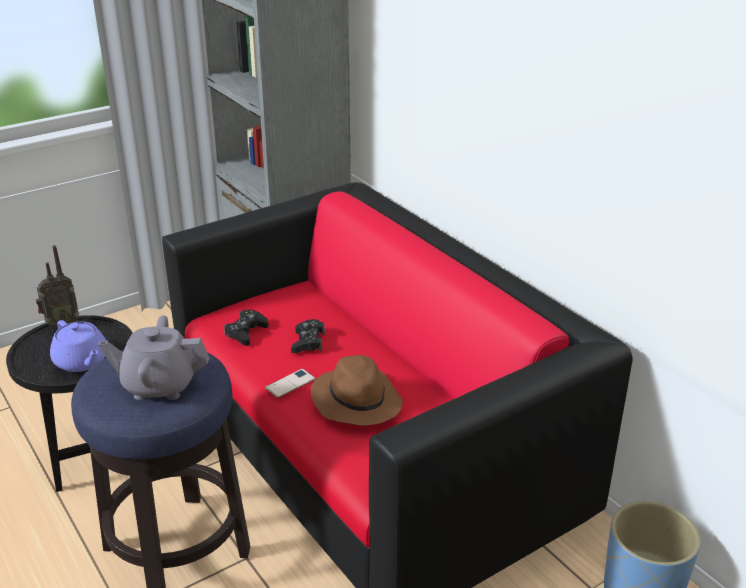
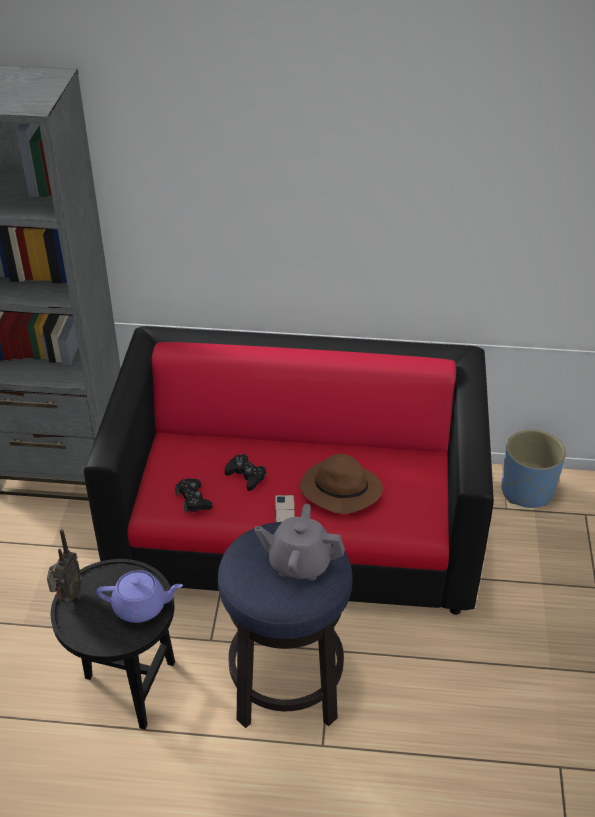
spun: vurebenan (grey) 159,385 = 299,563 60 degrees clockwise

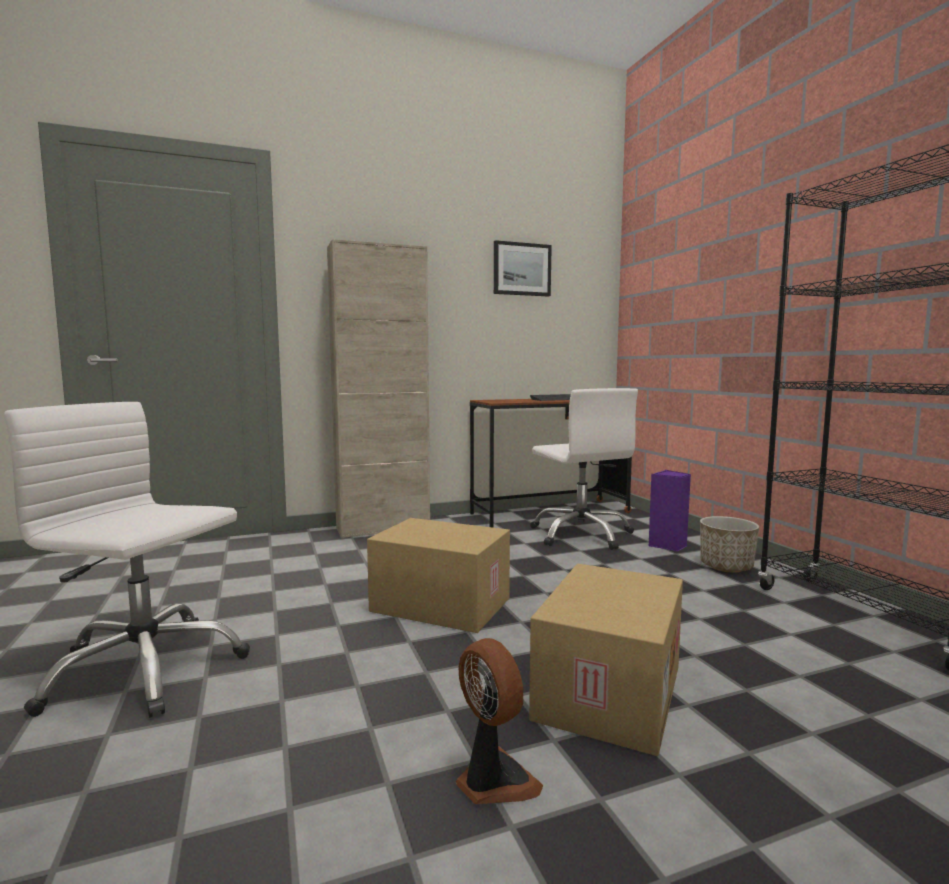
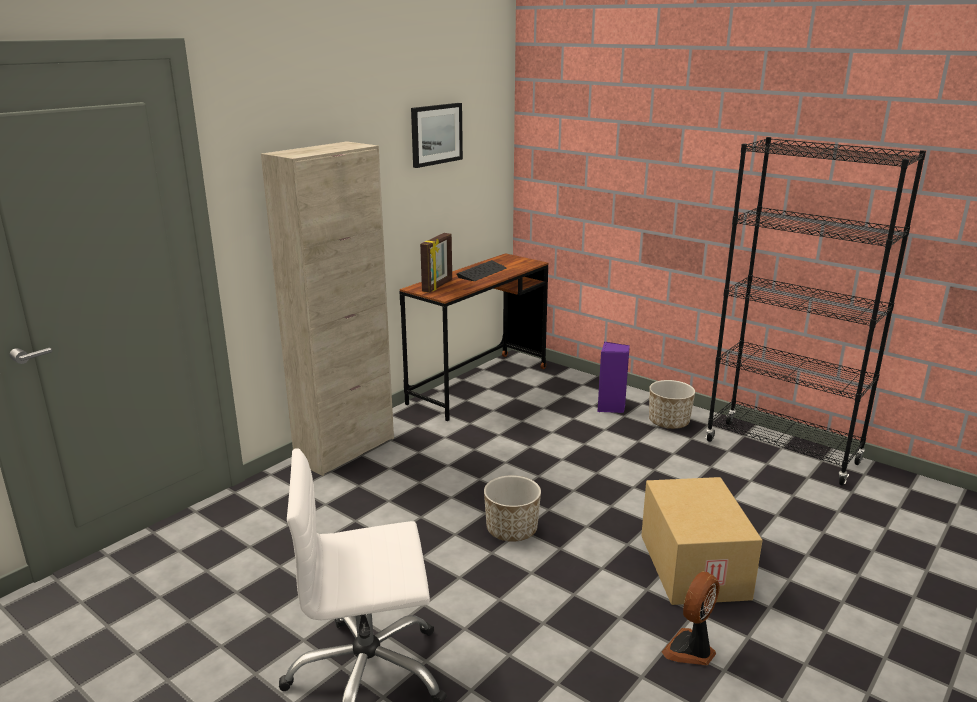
missing: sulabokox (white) 581,534
appeared: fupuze 438,286
exchanged: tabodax 439,605 to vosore 511,530
spun: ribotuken 493,781 = 691,650 75 degrees counterclockwise

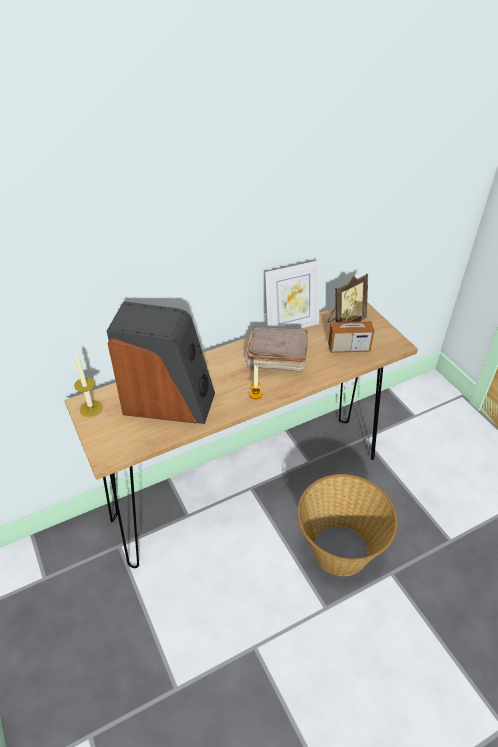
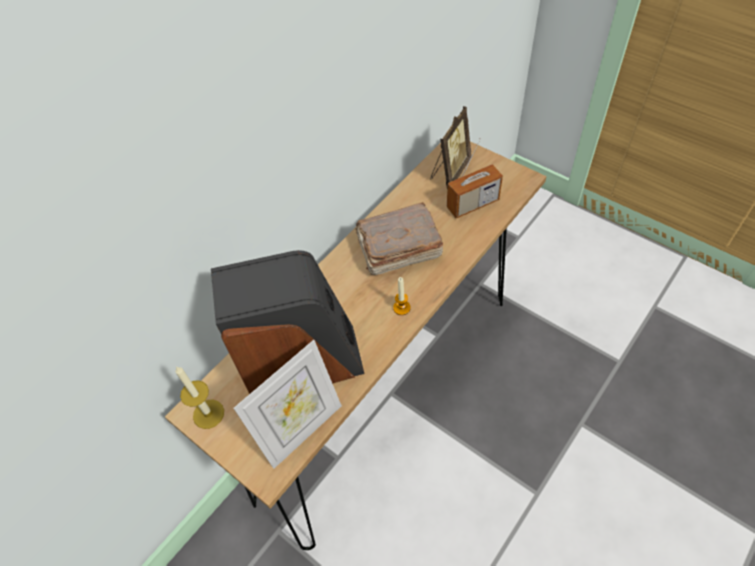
missing: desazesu 339,550
relocated: fupuze 291,326 to 302,430

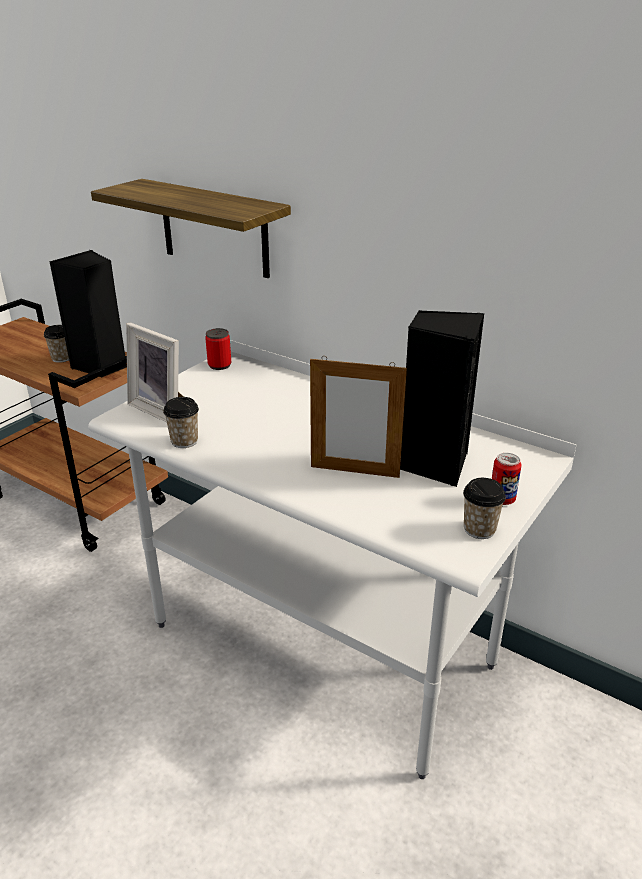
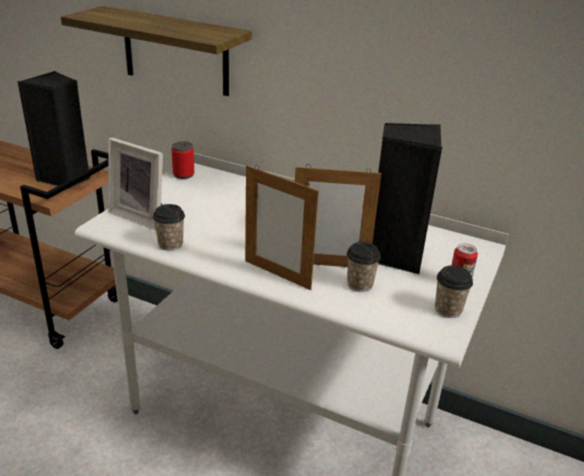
appeared: fupuze 277,274
relocated: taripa 61,358 to 360,284

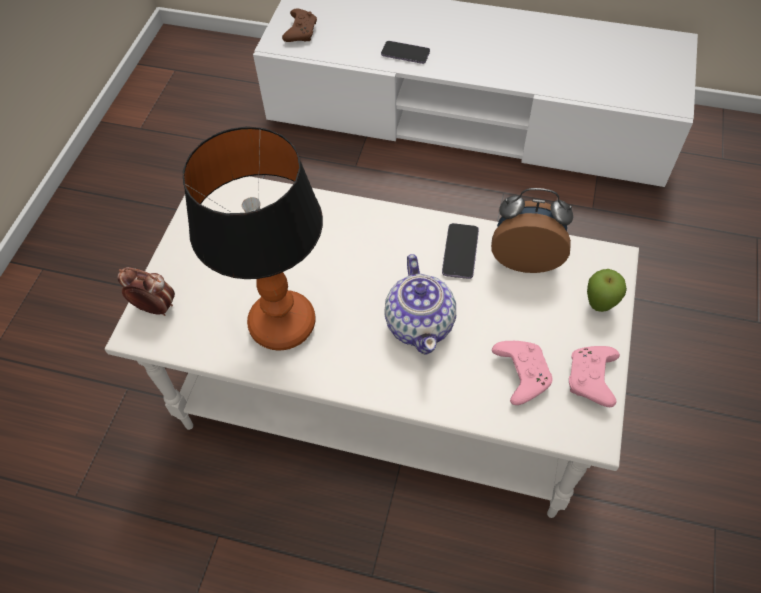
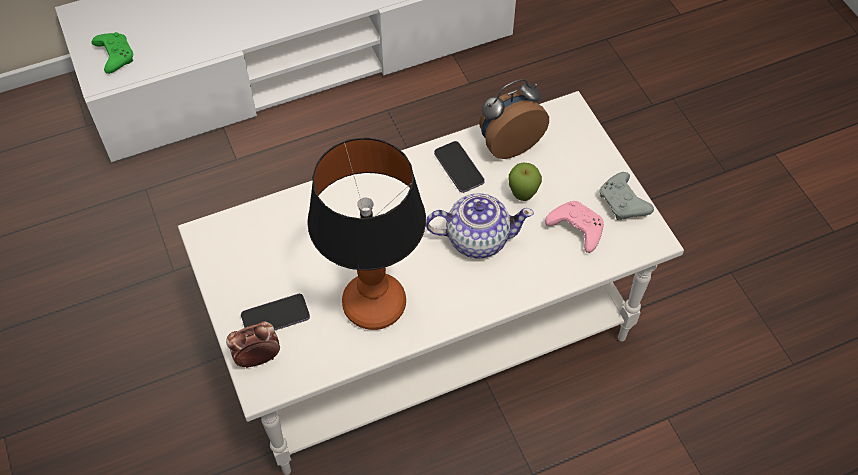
relocated: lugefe 405,53 to 275,317; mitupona 599,305 to 522,196
colour: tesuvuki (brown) 301,32 to tesuvuki (green) 115,56; tesuvuki (pink) 591,380 to tesuvuki (grey) 623,204
spun: vurebenan 420,323 = 476,238 45 degrees counterclockwise

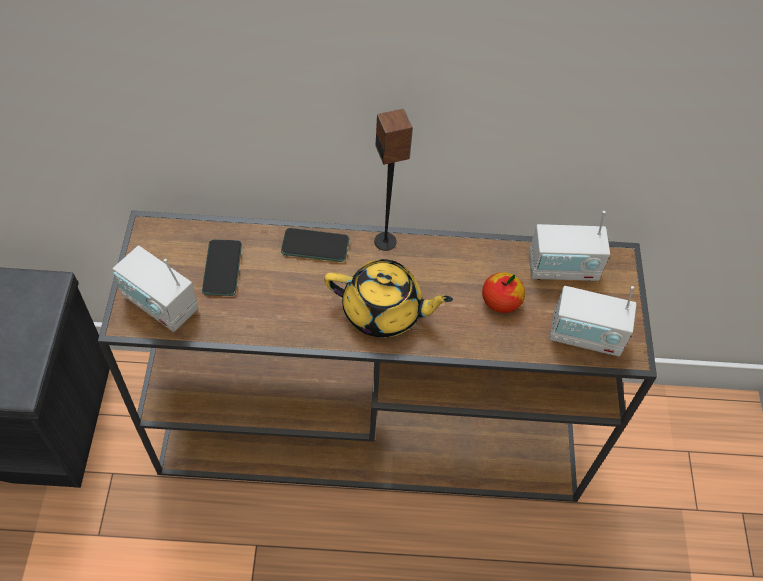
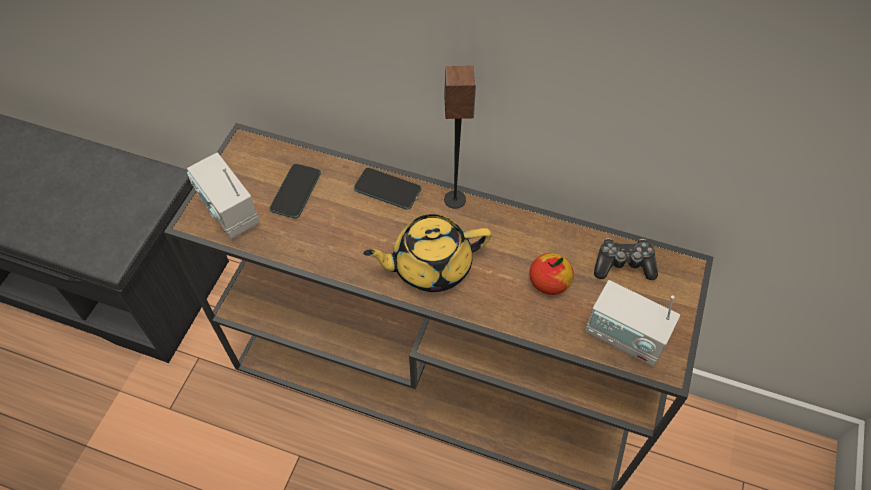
exchanged: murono 562,268 to tesuvuki 623,264
spun: vurebenan (yellow) 383,311 = 430,265 135 degrees clockwise

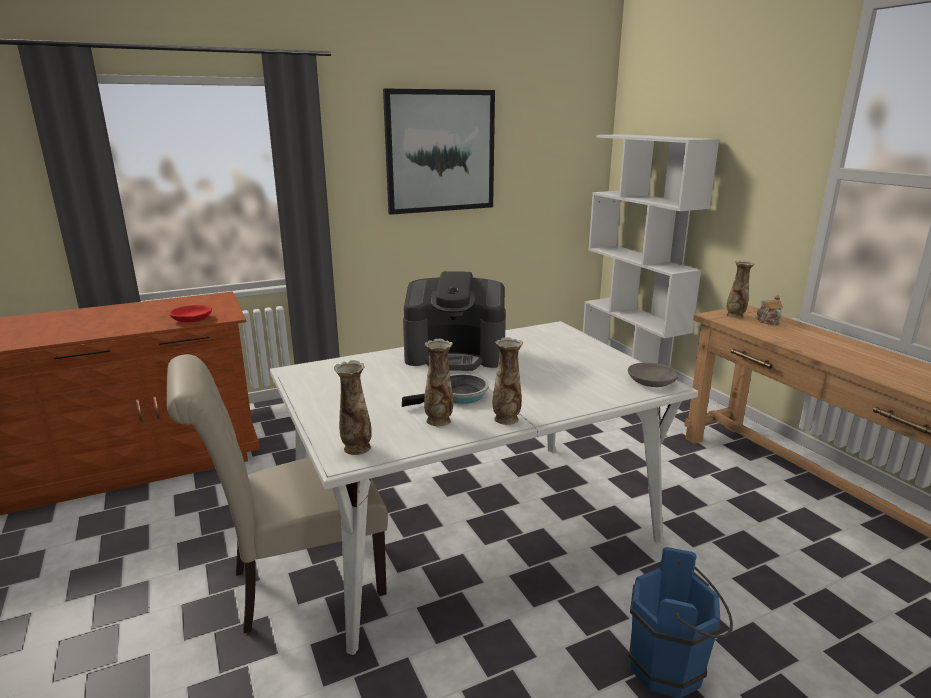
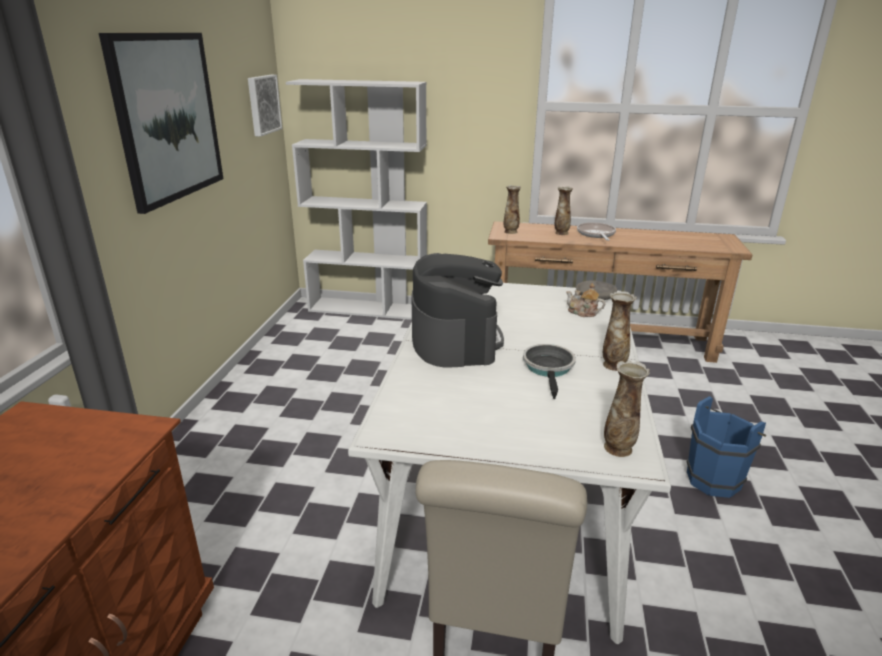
missing: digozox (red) 192,319
appeared: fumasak 262,104; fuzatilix 596,234
relocated: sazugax 439,420 to 561,233; vurebenan 767,321 to 583,312
spun: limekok 456,355 = 455,340 45 degrees counterclockwise

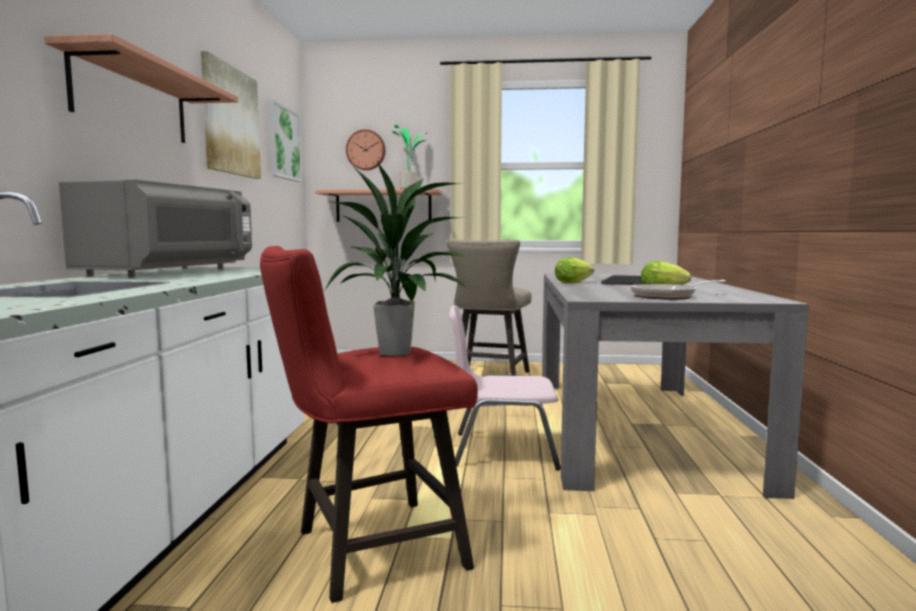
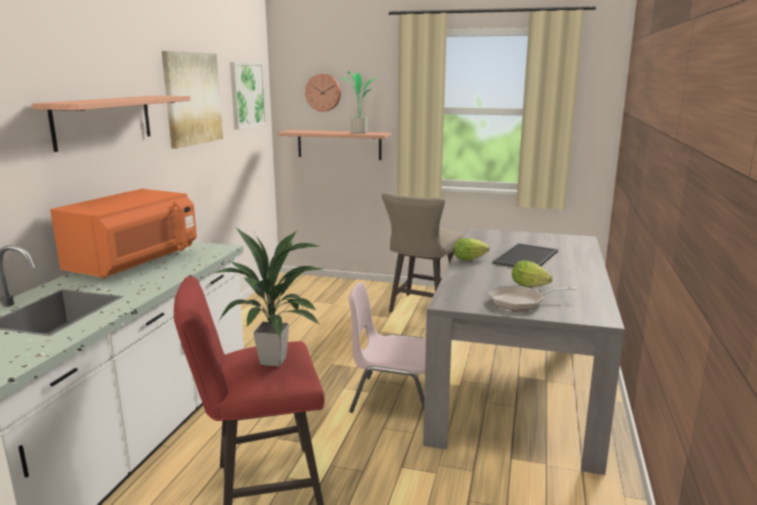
colour: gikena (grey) 170,272 to gikena (orange) 134,263

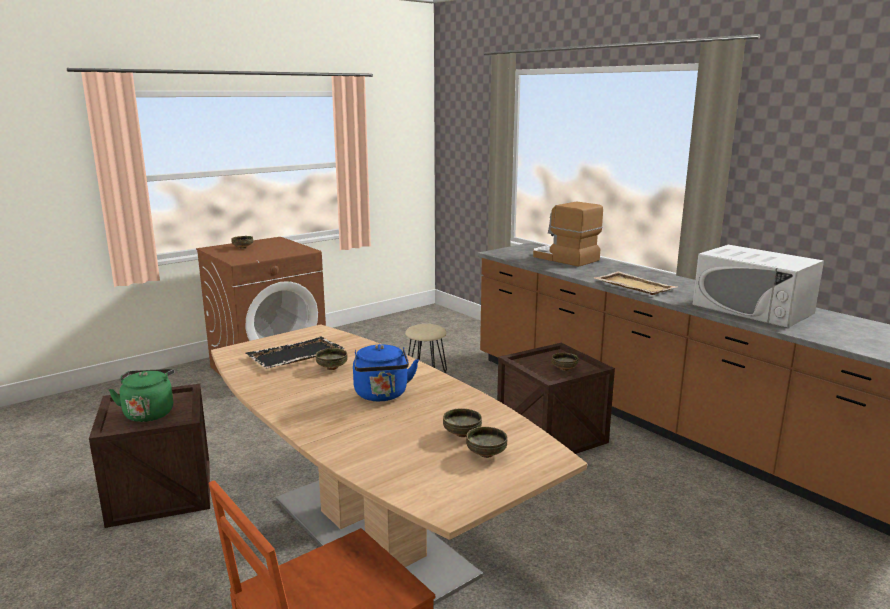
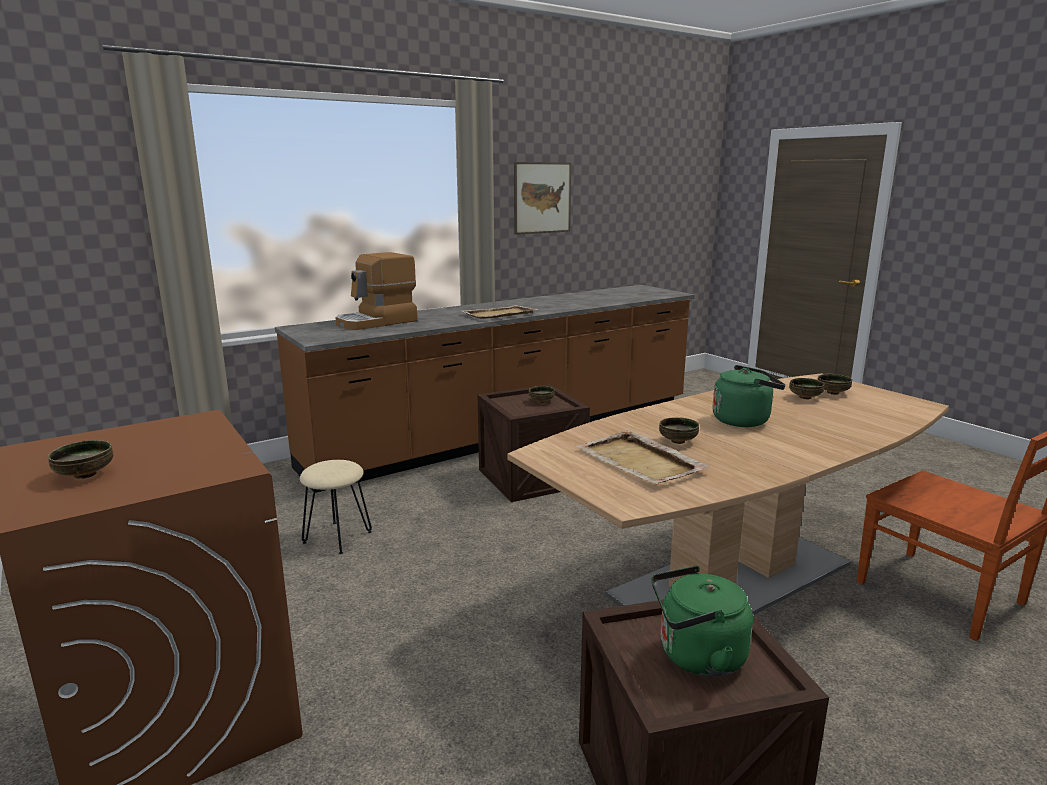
missing: gikena (white) 752,309
appeared: fumasak 542,198
colour: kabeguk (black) 295,355 to kabeguk (beige) 640,461; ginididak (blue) 382,395 to ginididak (green) 744,420

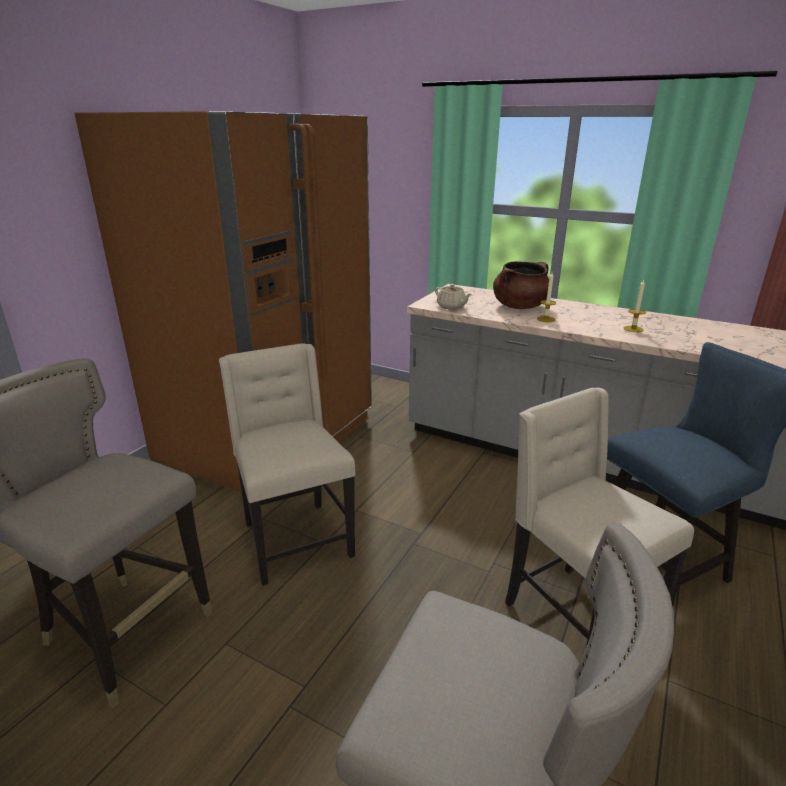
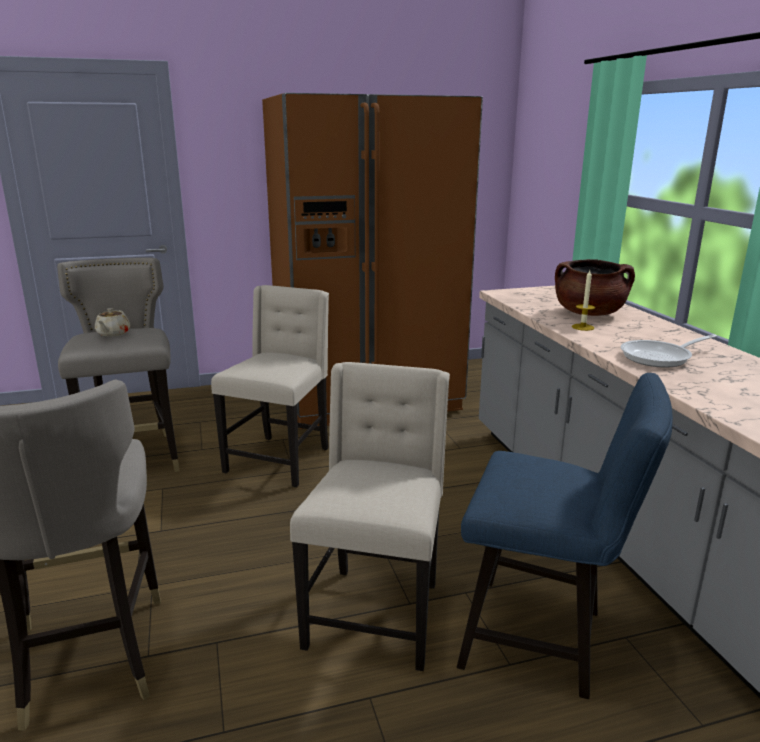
relocated: vurebenan (beige) 451,307 to 113,334
exchanged: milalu 633,329 to fuzatilix 660,357

